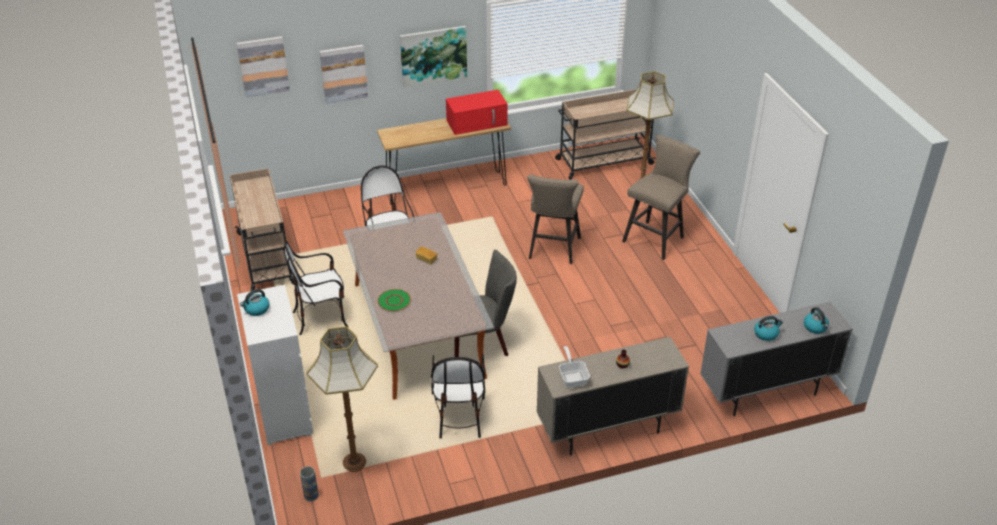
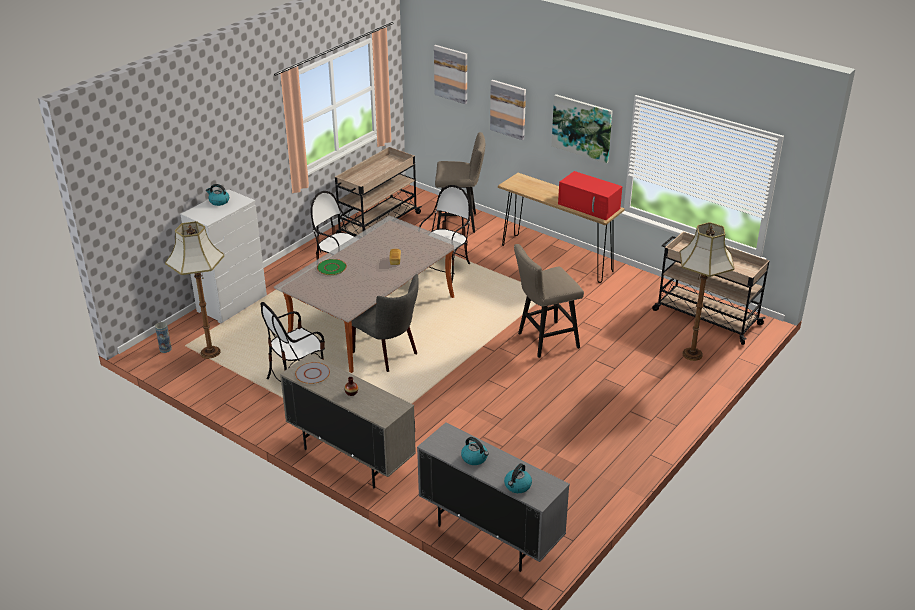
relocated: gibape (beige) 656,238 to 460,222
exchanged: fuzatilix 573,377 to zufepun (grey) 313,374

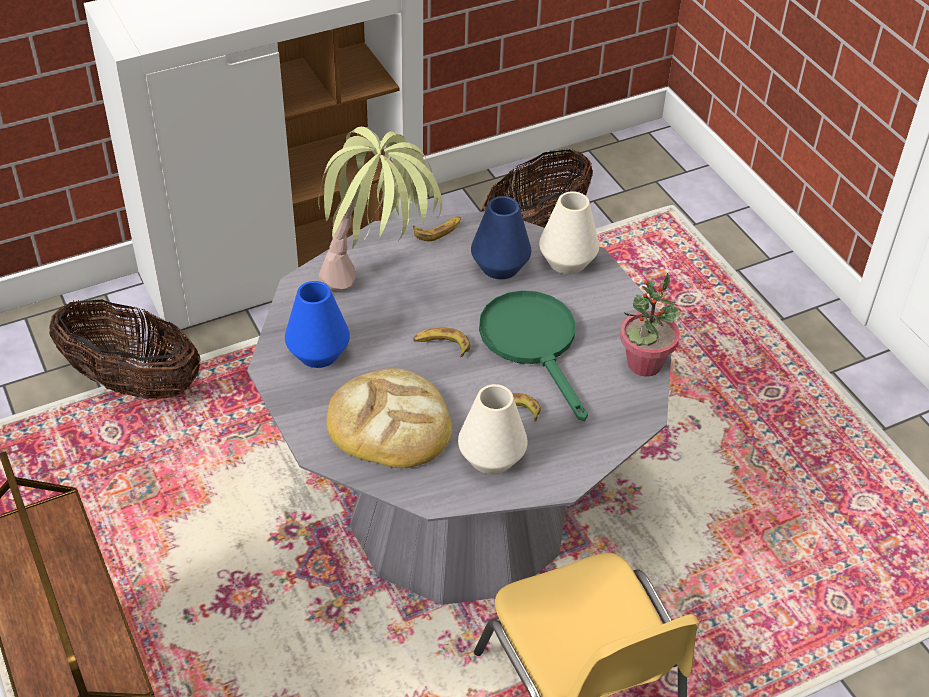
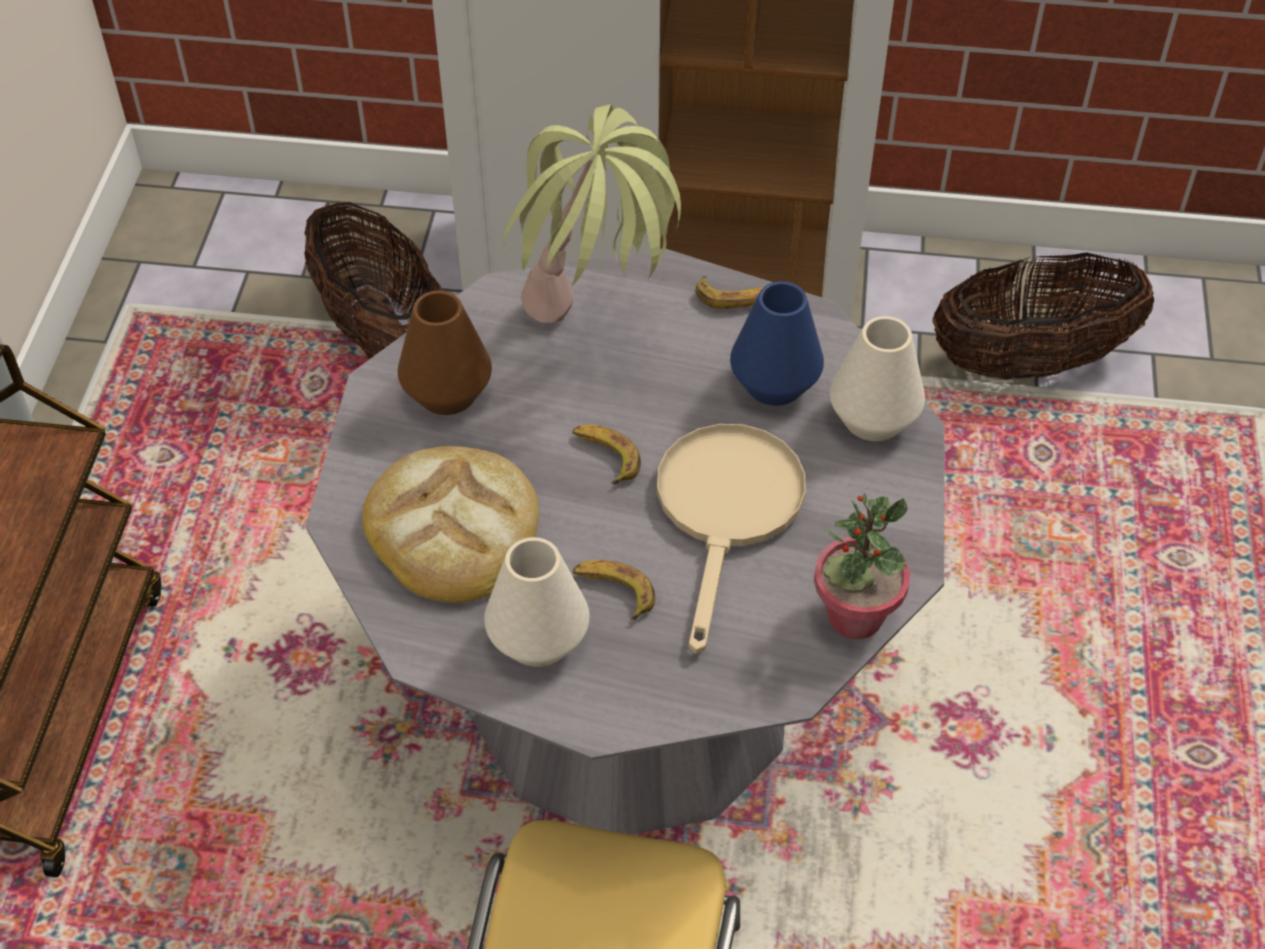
colour: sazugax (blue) 318,353 to sazugax (brown) 447,393; fuzatilix (green) 533,343 to fuzatilix (beige) 727,512

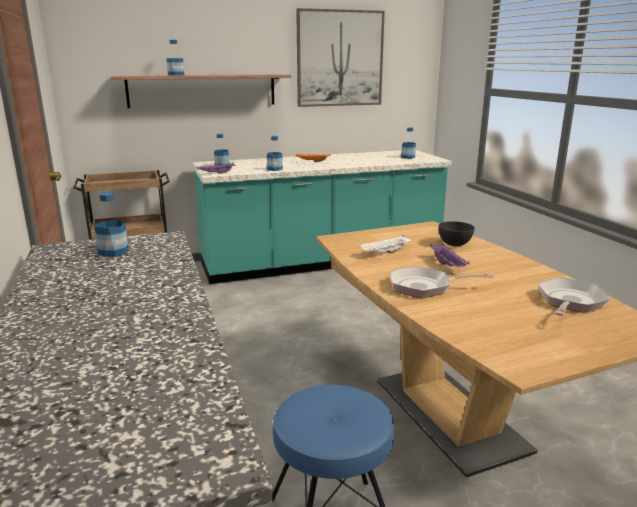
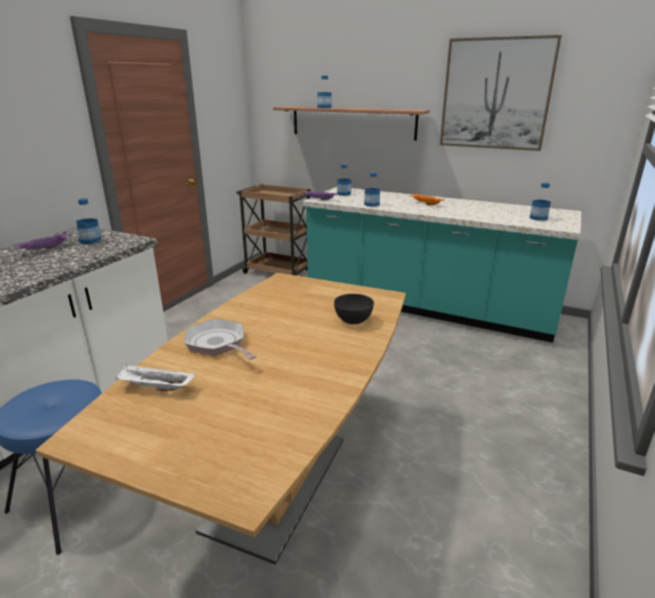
missing: fuzatilix 570,302
relocated: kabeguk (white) 385,253 to 155,388; kabeguk (purple) 448,265 to 44,249

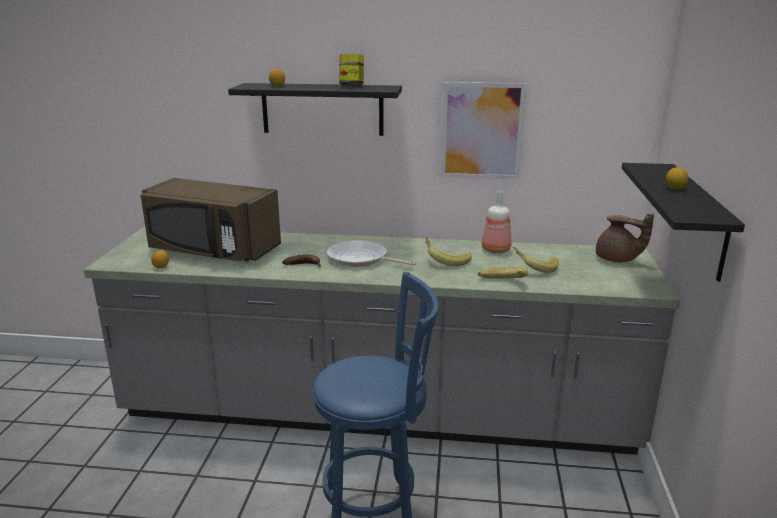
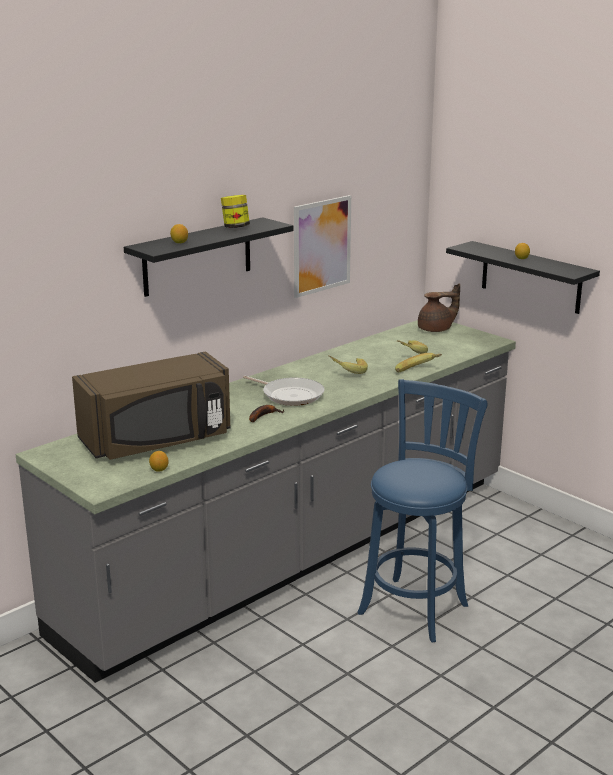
missing: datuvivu 494,250
spun: fuzatilix 360,259 = 290,395 120 degrees counterclockwise

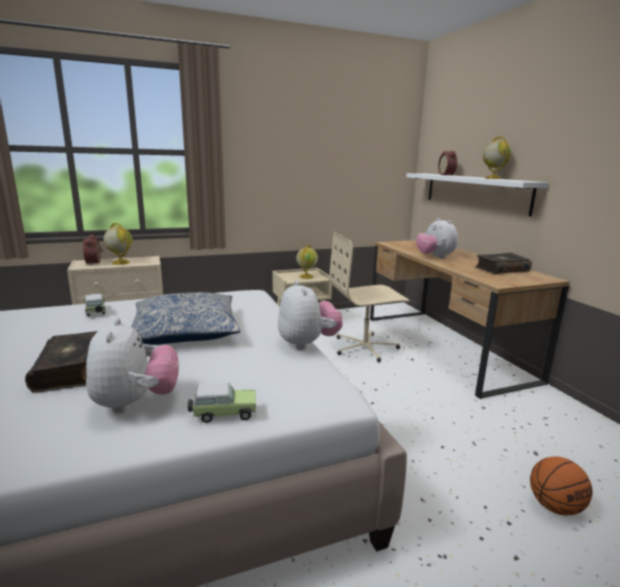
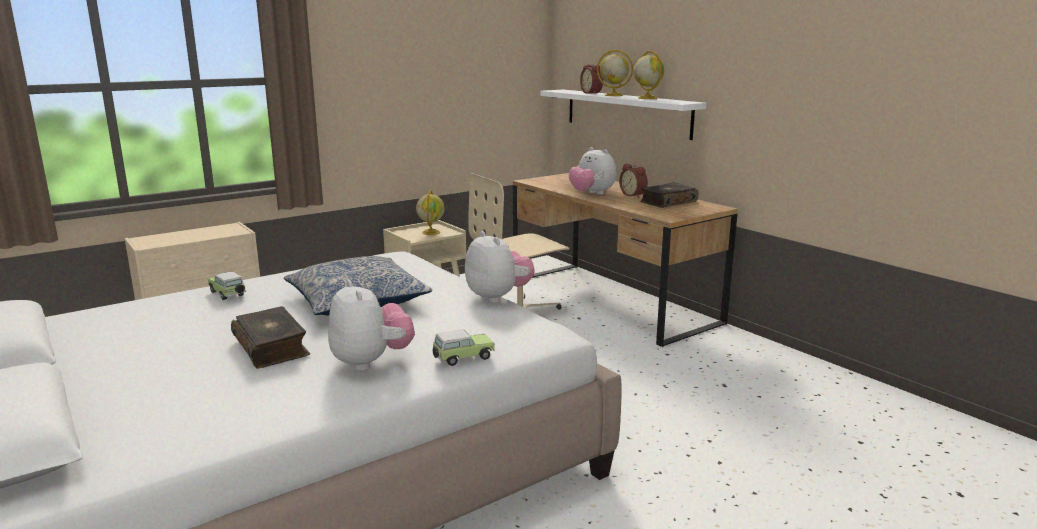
missing: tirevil 554,506
relocated: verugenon 95,262 to 634,195; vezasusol 120,262 to 613,95

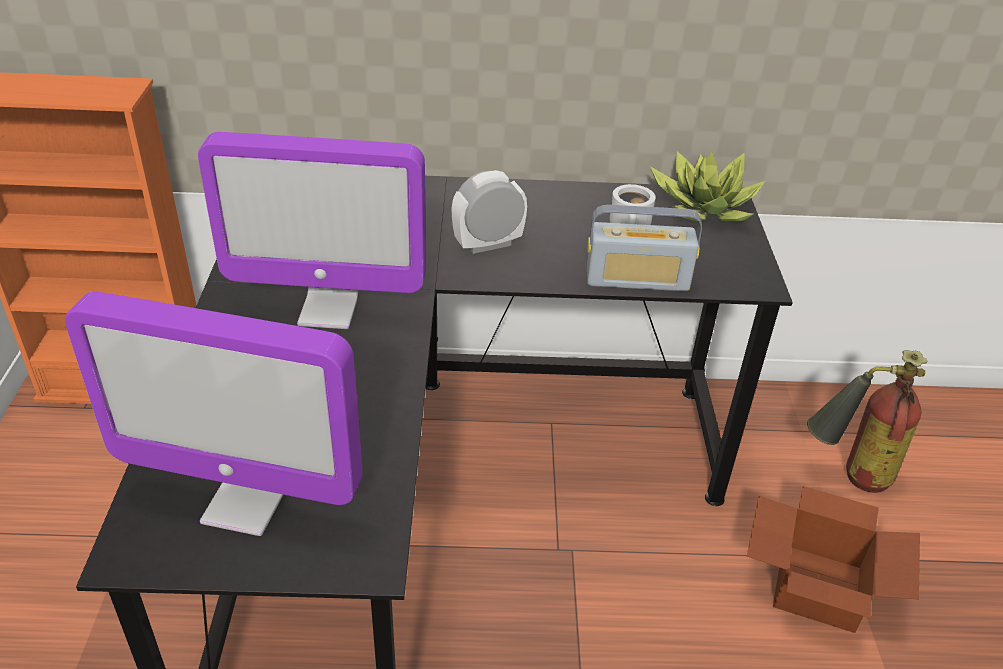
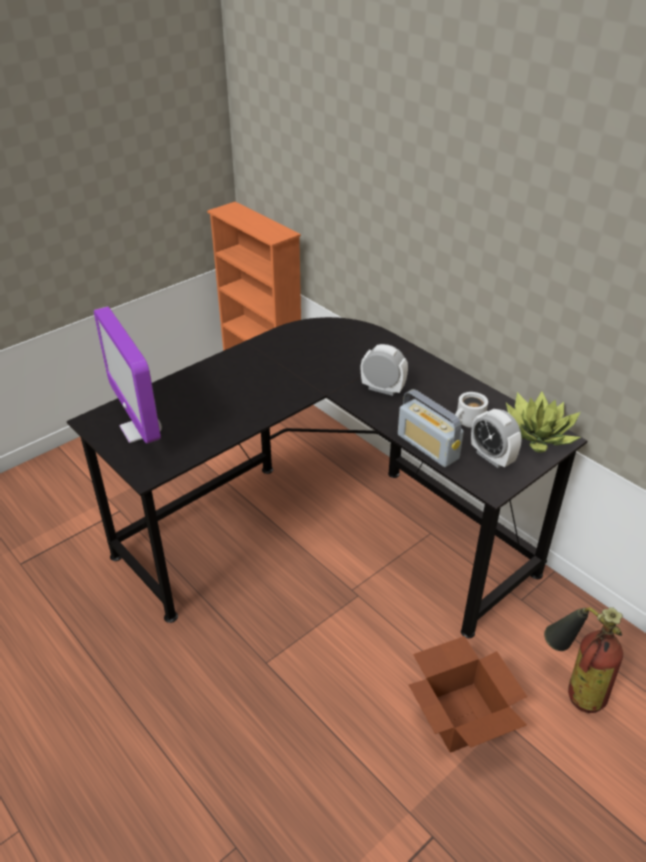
missing: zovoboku 328,310
appeared: verugenon 492,457

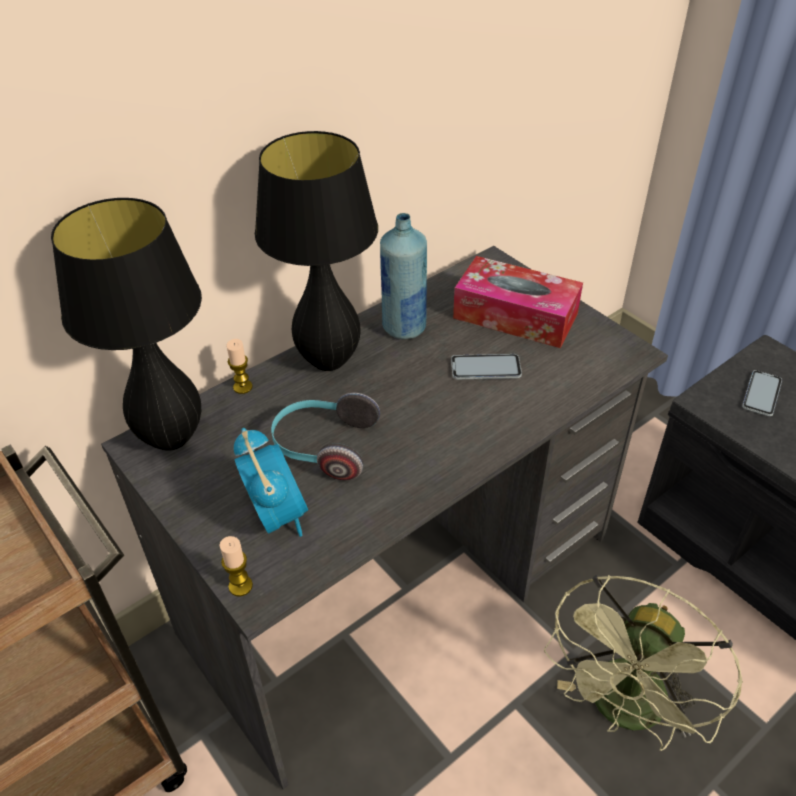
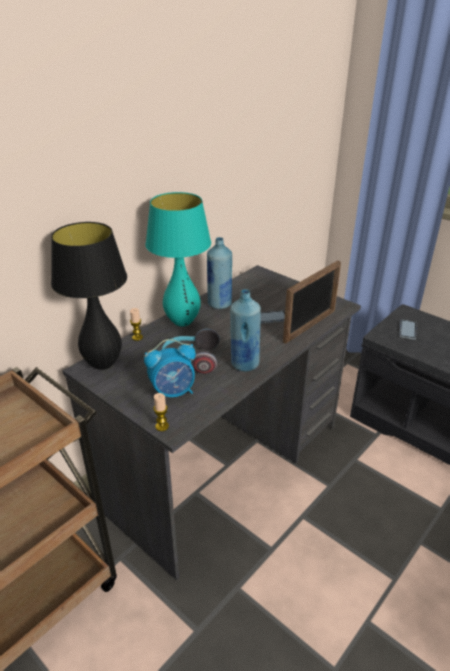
missing: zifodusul 515,315; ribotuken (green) 625,712
appeared: datuvivu (blue) 244,364; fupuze 310,326
colour: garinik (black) 328,361 to garinik (turquoise) 182,322
spun: verugenon 277,514 = 173,392 105 degrees clockwise

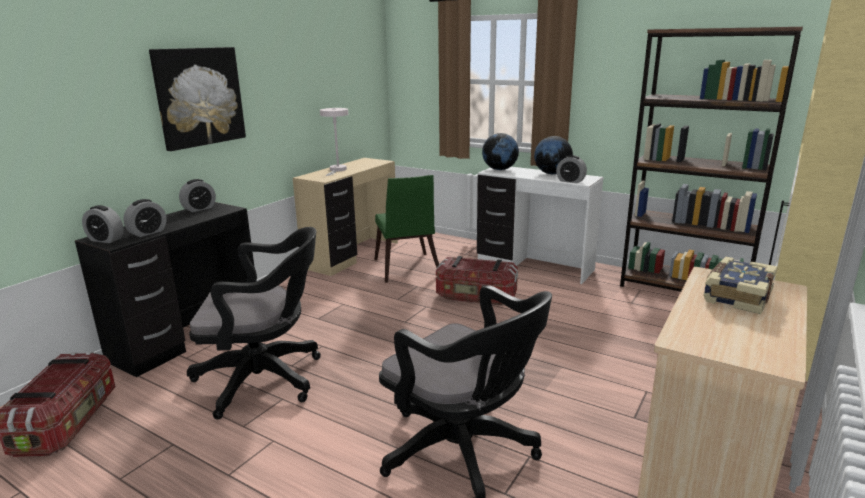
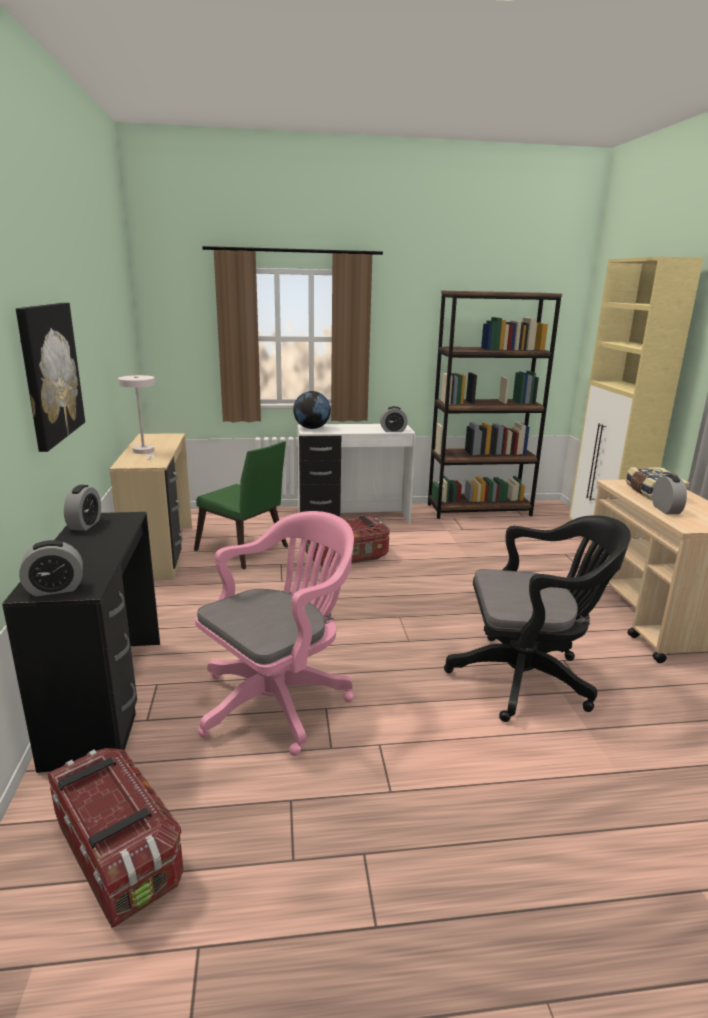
missing: vezasusol 552,173
relocated: verugenon 148,232 to 666,510
colour: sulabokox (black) 266,379 to sulabokox (pink) 280,699

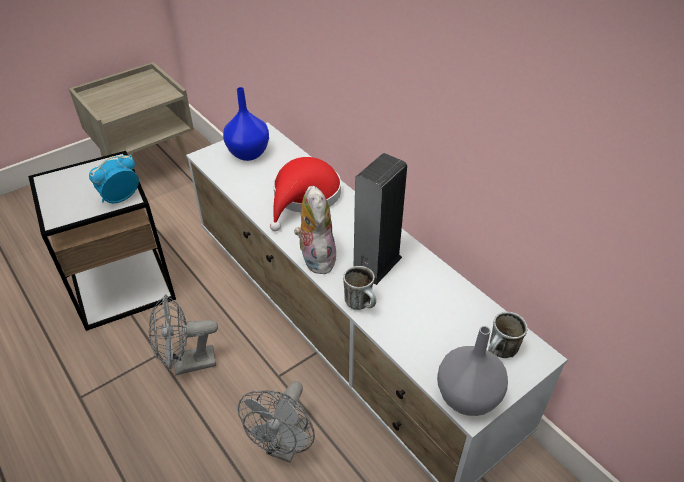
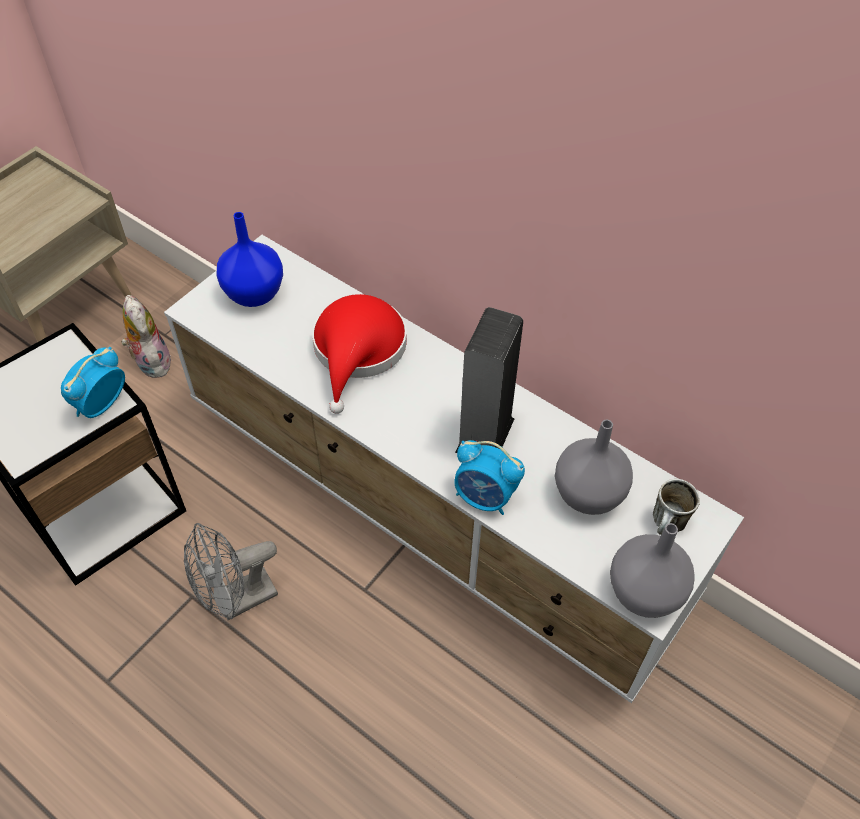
missing: ribotuken (grey) 285,446
appeared: sazugax (grey) 589,494
relocated: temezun 315,258 to 150,361
exchanged: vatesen 362,304 to verugenon 485,497

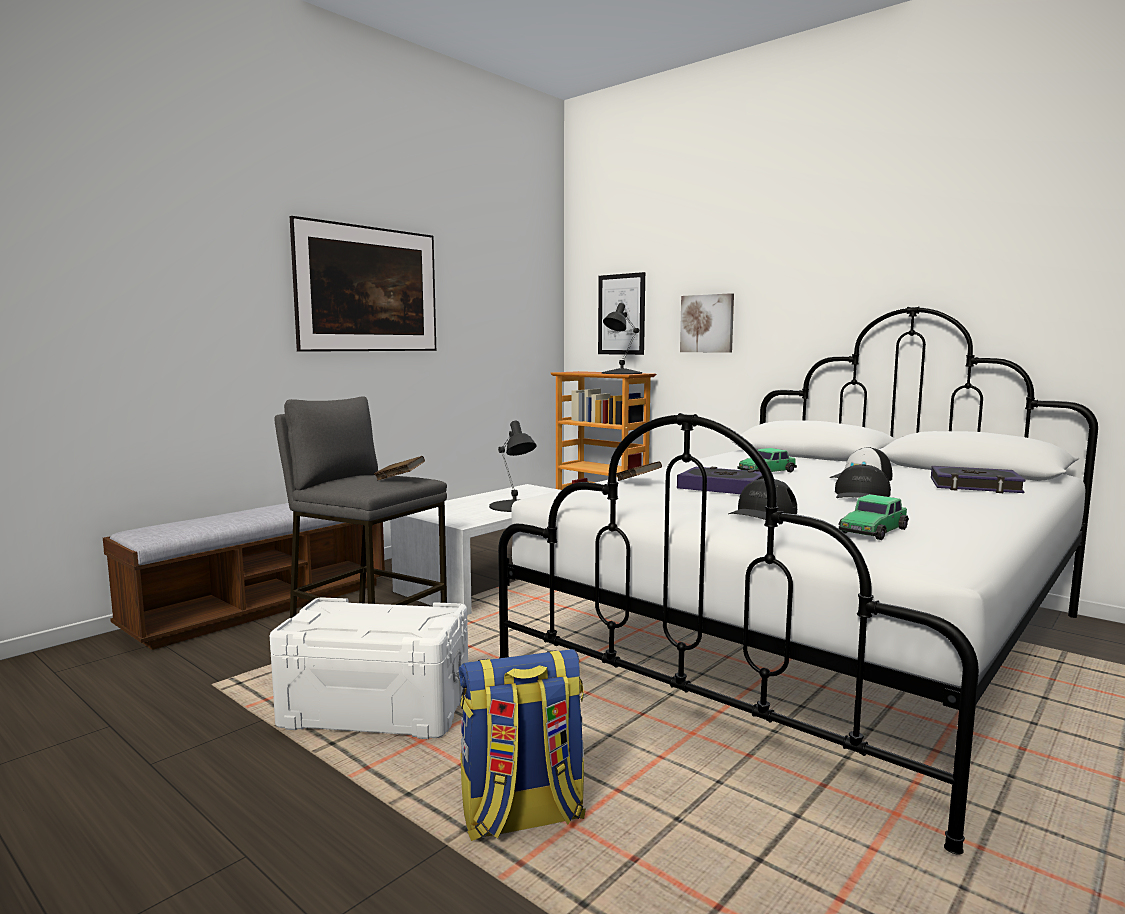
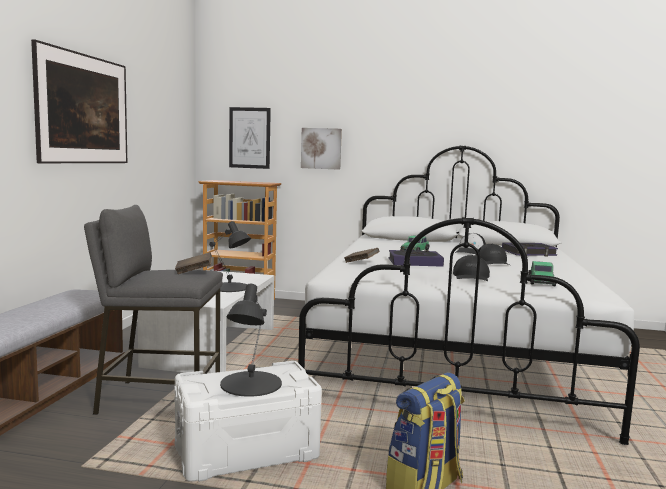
relocated: garinik (black) 621,373 to 250,384

